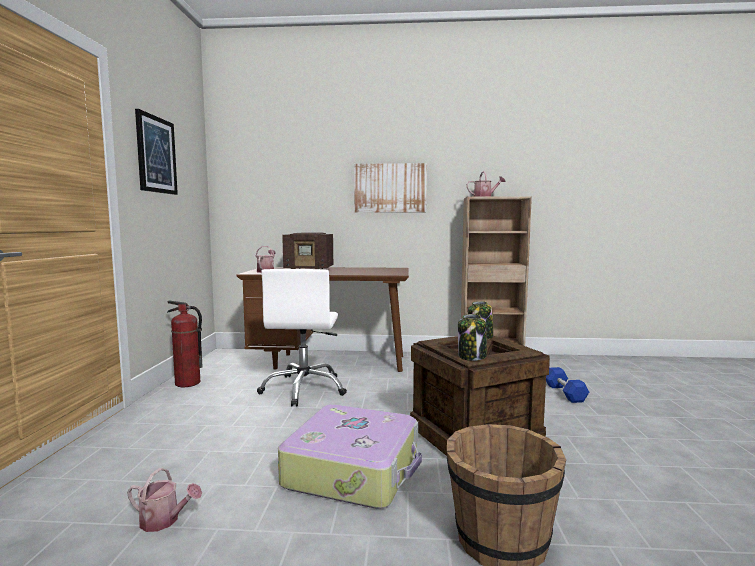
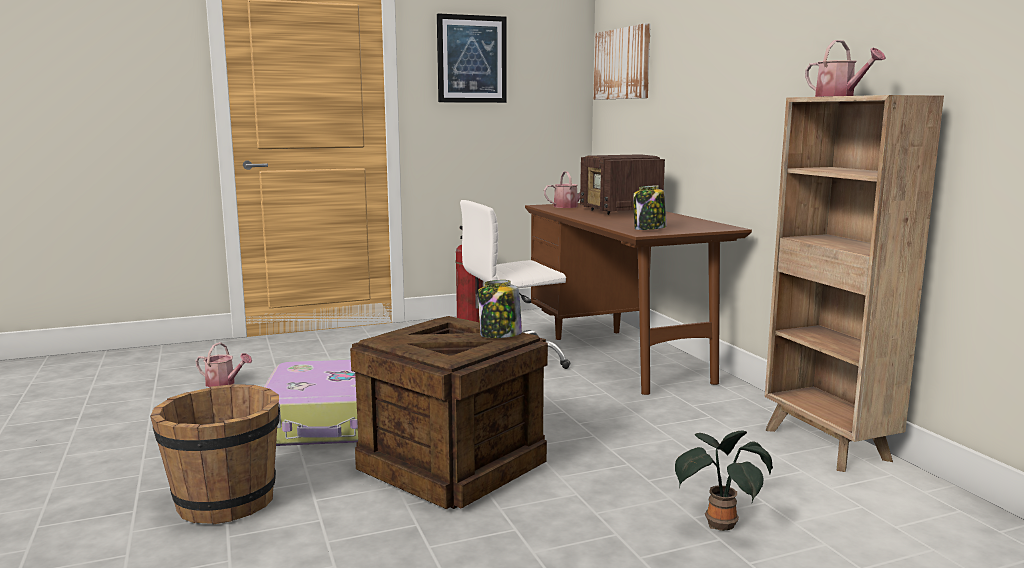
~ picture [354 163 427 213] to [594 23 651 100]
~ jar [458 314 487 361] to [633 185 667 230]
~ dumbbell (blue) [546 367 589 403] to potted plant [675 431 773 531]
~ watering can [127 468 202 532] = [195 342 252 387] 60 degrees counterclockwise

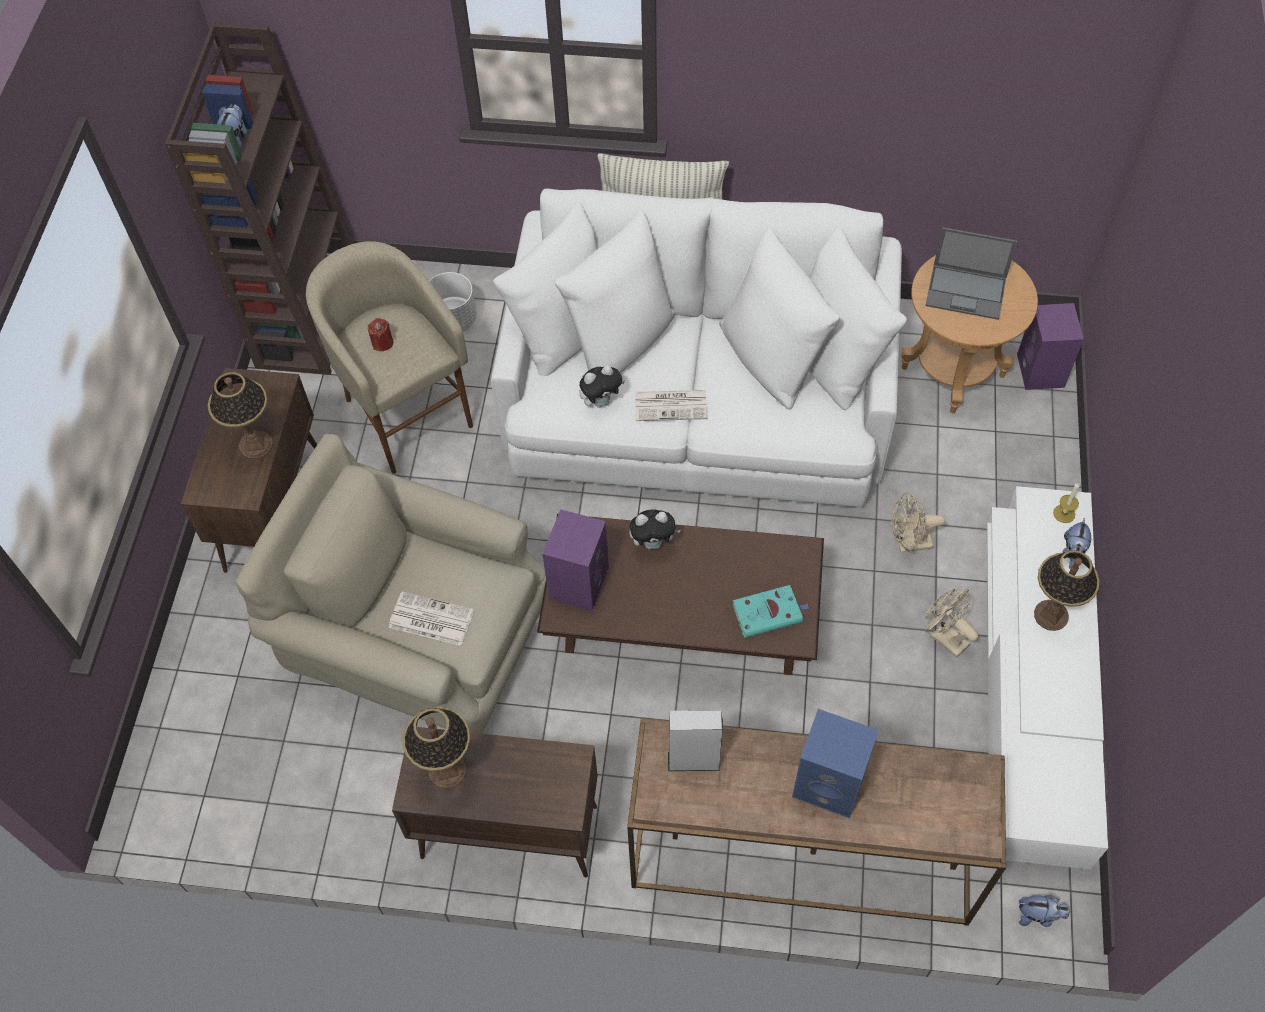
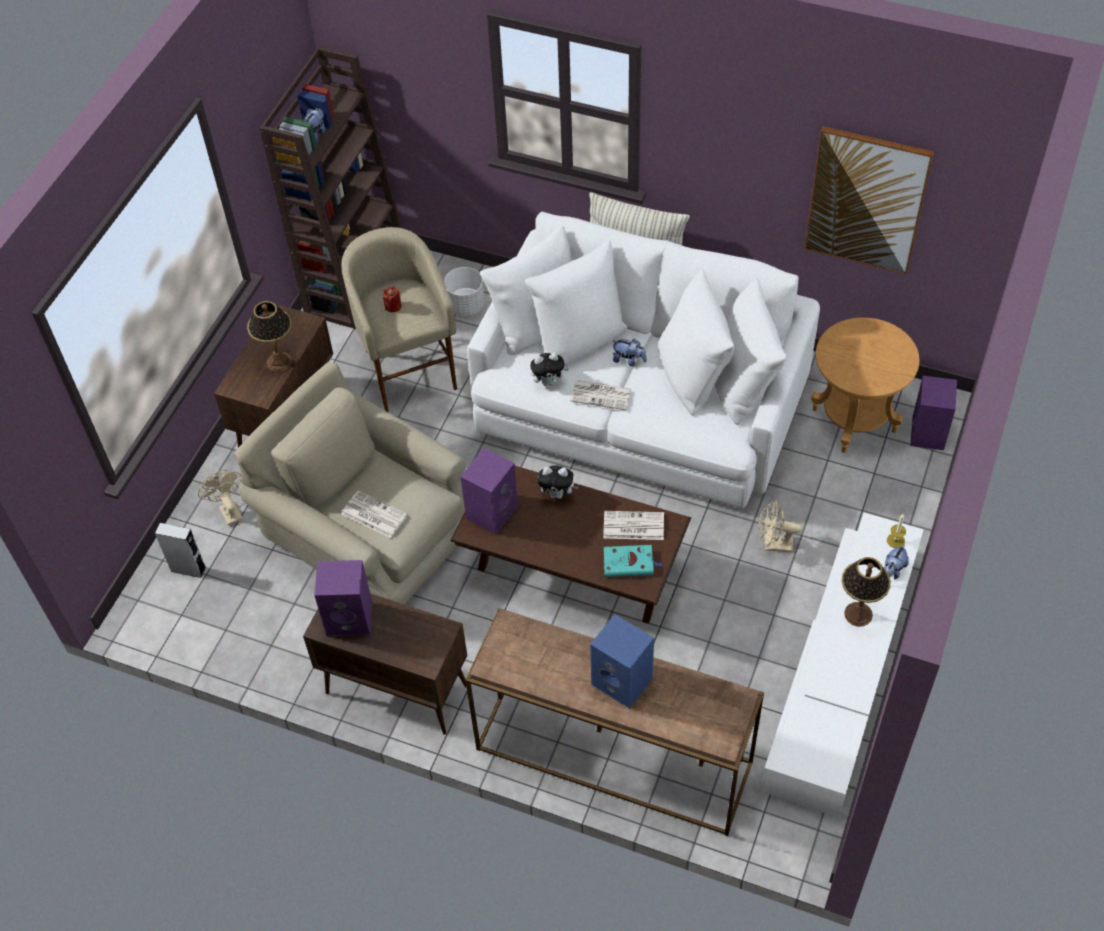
- laptop [925 227 1018 320]
~ fan (beige) [925 589 978 658] to [198 470 243 526]
~ table lamp [402 707 470 788] to speaker (purple) [314 560 372 636]
~ speaker (grey) [668 710 723 771] to [155 523 206 578]
~ plush toy [1019 895 1070 927] to [613 339 647 366]
+ picture [804 126 934 274]
+ newspaper [603 511 664 540]

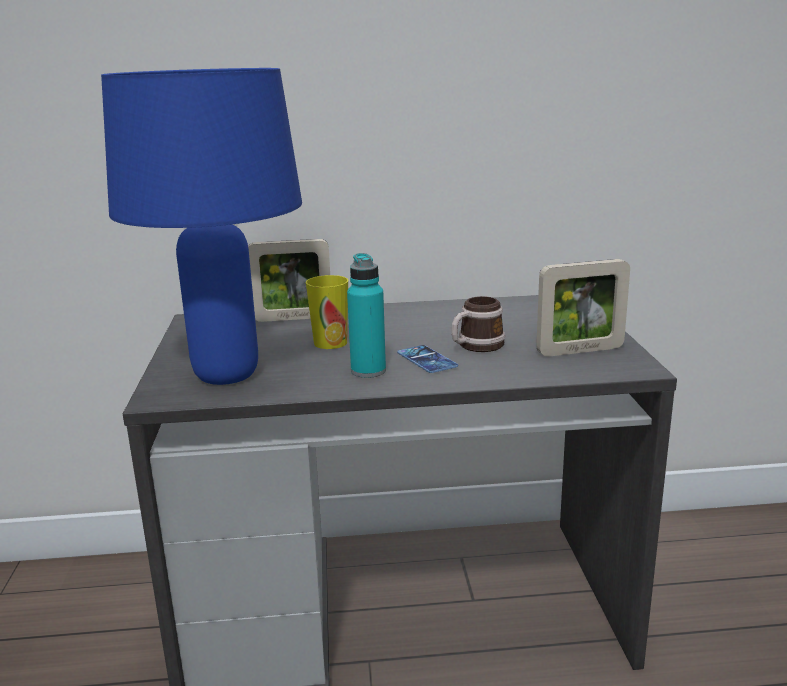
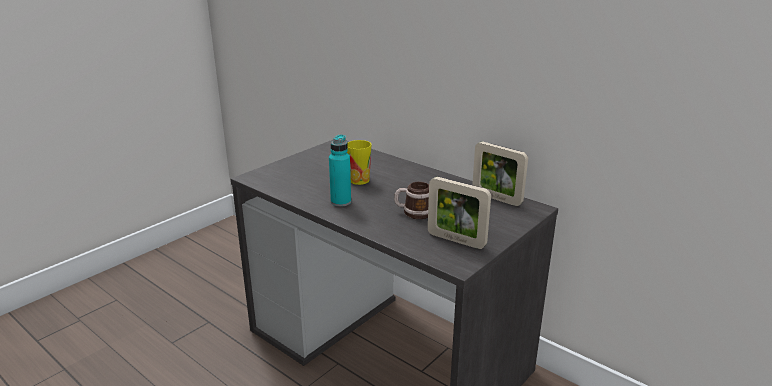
- table lamp (blue) [101 68 302 385]
~ picture frame [248 239 330 322] to [472 142 528 206]
- phone [397 345 458 373]

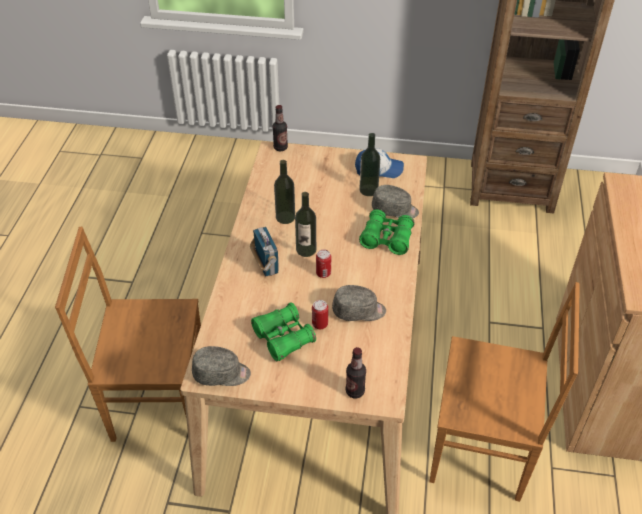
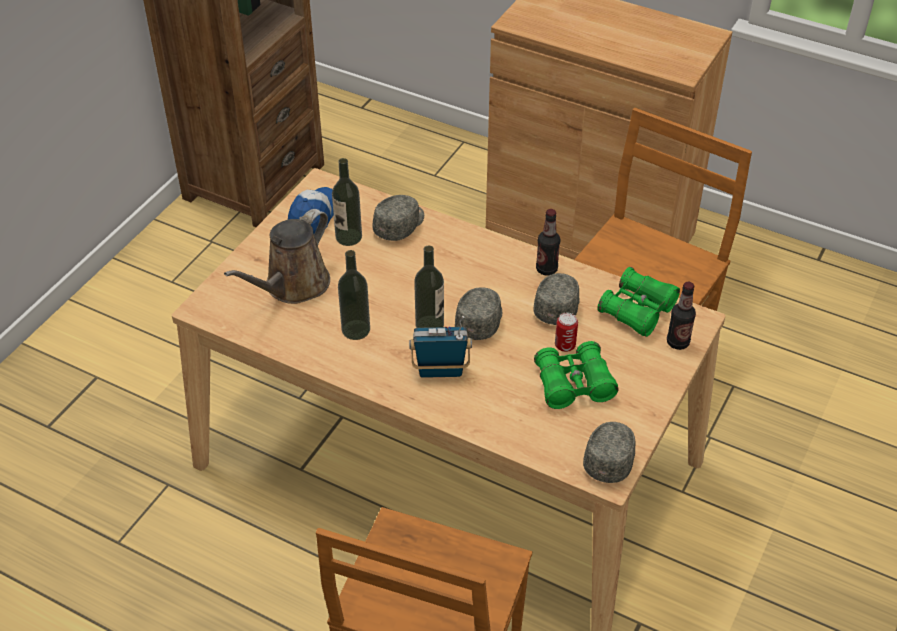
~ bottle [272 105 288 151] to [536 209 560 276]
~ binoculars (green) [359 209 415 255] to [597 267 680 337]
~ can [316 249 331 278] to cap (grey) [455 287 502 340]
+ watering can (brown) [224 209 330 304]

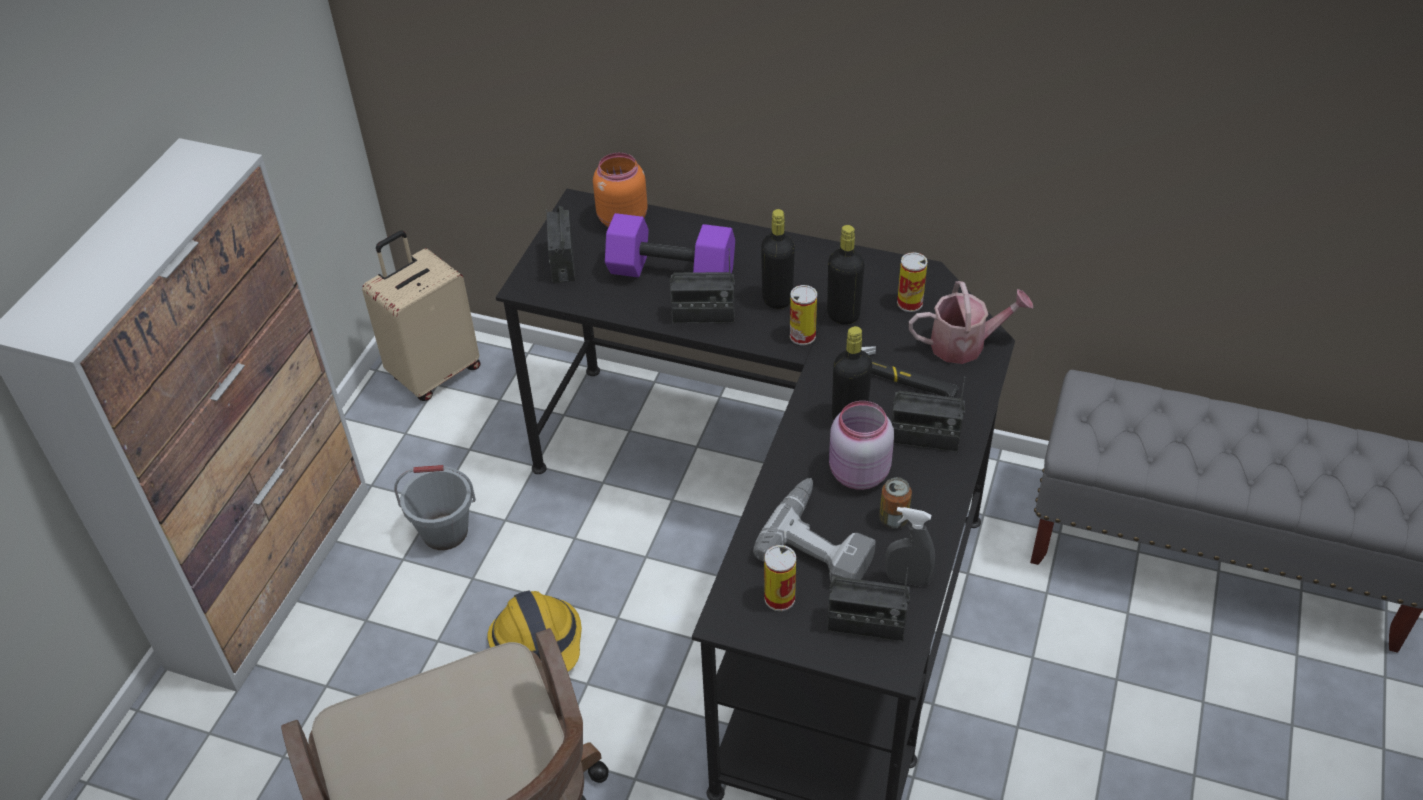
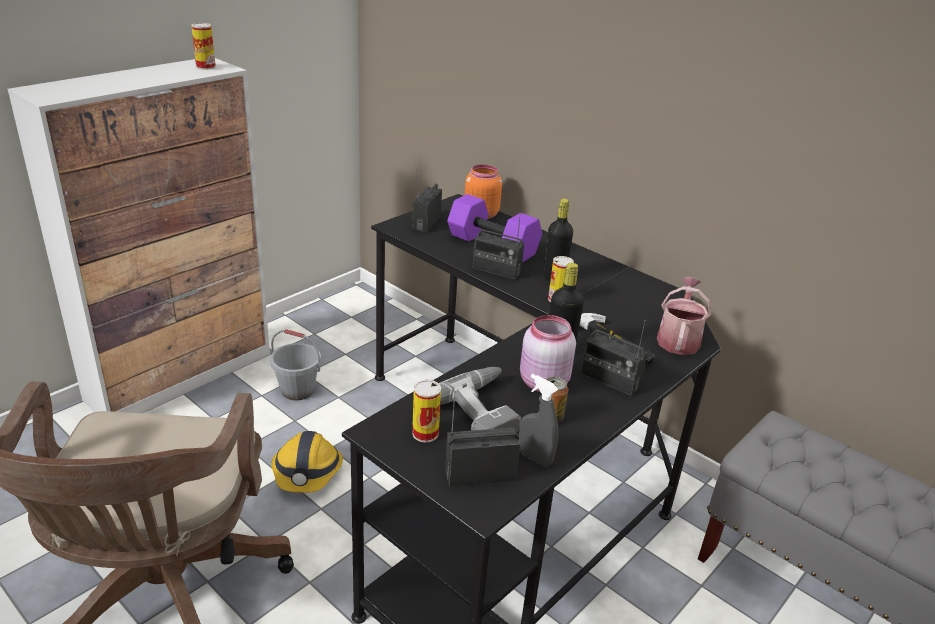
- bottle (black) [827 225 865 325]
- suitcase (beige) [362 230 481 401]
~ can [897 252 928 312] to [191 23 216 70]
~ watering can [909 281 1033 364] = [657 277 711 355] 90 degrees counterclockwise
~ radio [827 568 910 642] = [445 390 520 486] 135 degrees clockwise

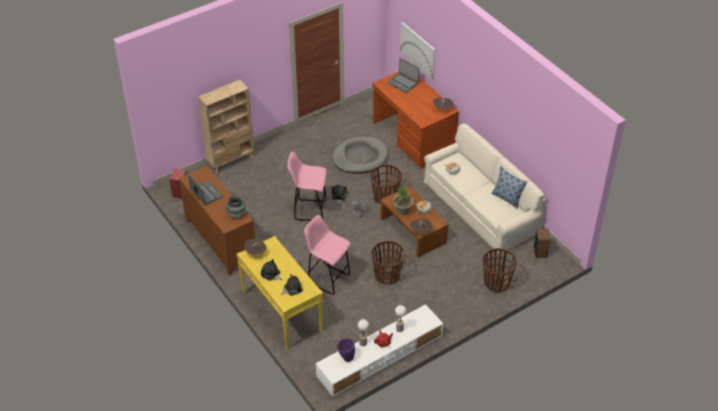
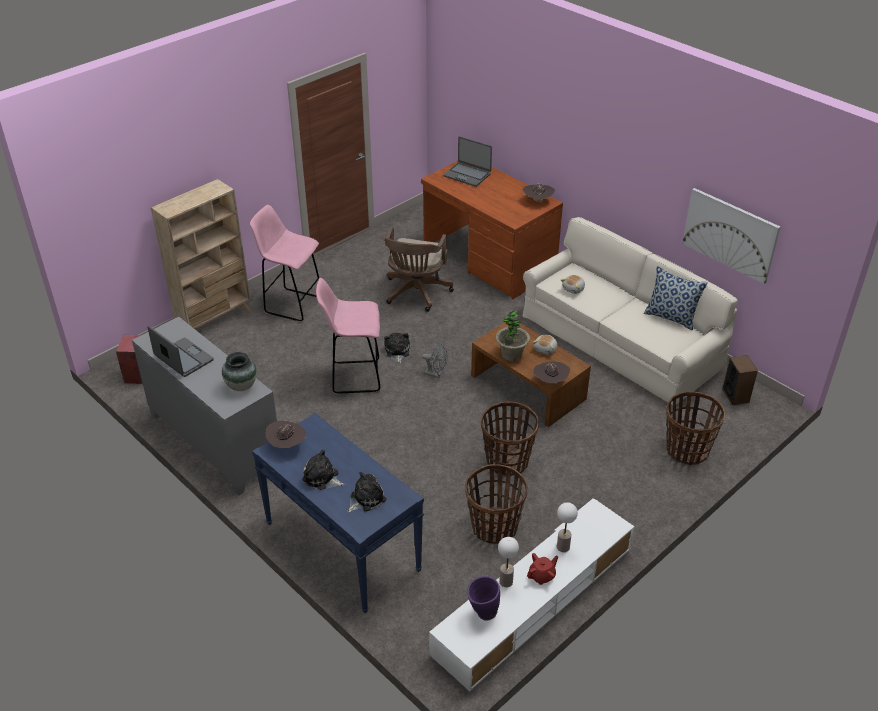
~ picture [400 22 435 79] to [682 188 780 284]
~ dog bed (grey) [332 136 388 174] to office chair (brown) [385 227 454 312]
~ basket [370 164 402 204] to [465 464 528 544]
~ cabinet (brown) [179 166 255 275] to cabinet (grey) [132 317 277 496]
~ stool (pink) [304 215 351 295] to [250 205 319 323]
~ console table (yellow) [237 236 323 350] to console table (blue) [252 413 424 613]

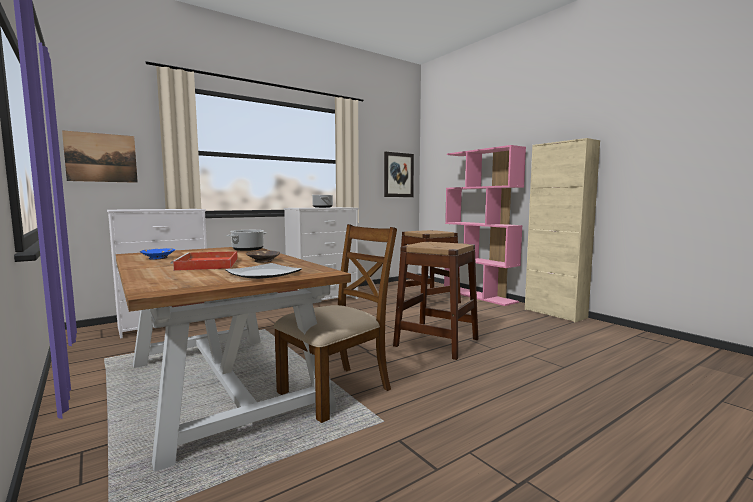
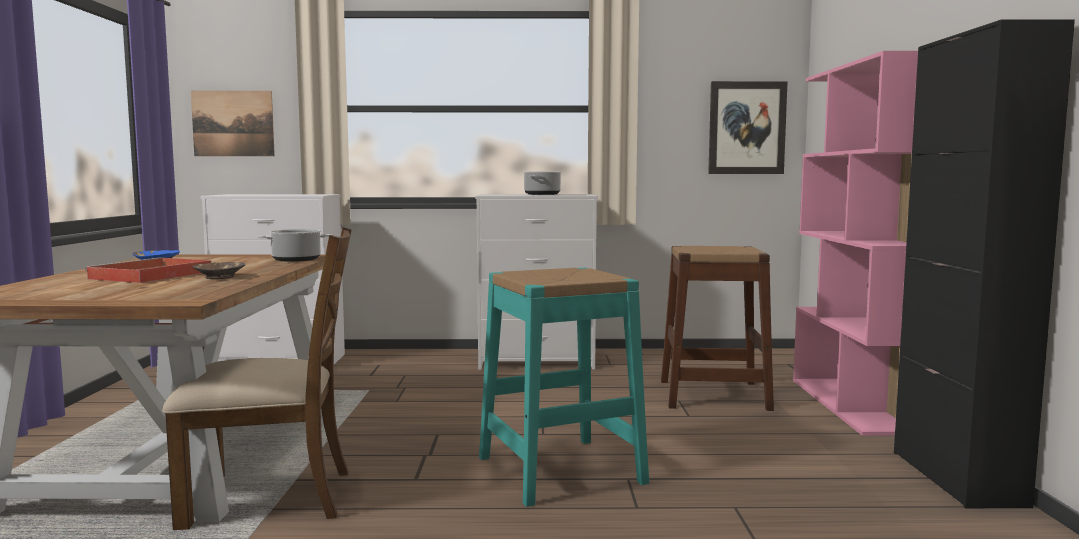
~ cabinet (beige) [525 138 600 322] to cabinet (black) [894 19 1075 508]
~ stool (brown) [393 242 478 360] to stool (turquoise) [479 268 649 507]
- plate [225 263 302 279]

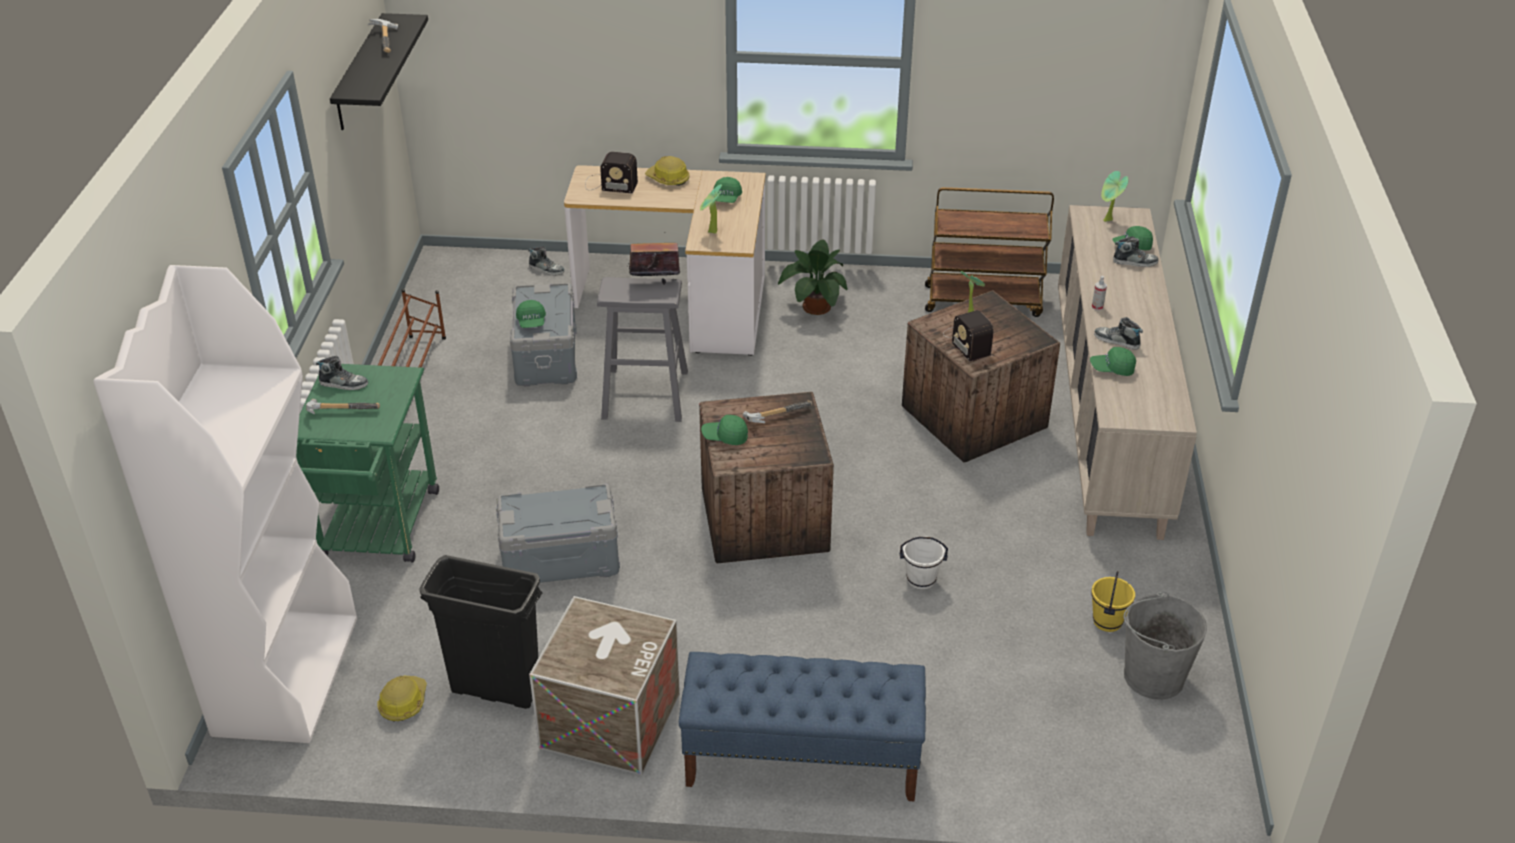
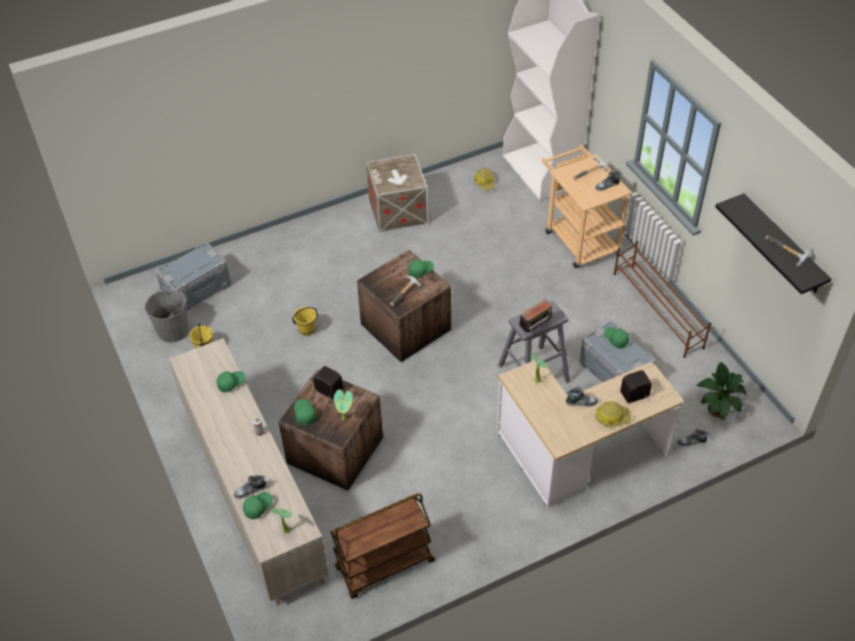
~ cap (green) [714 177 742 203] to [294 399 317 426]
~ potted plant [778 239 847 315] to [696 362 747 420]
~ shoe [1094 317 1143 350] to [566 387 598 407]
~ cart (green) [296 364 439 562] to cart (beige) [542 145 632 268]
~ storage box (grey) [496 483 620 583] to [156 242 231 311]
~ bucket (white) [900 536 948 590] to bucket (yellow) [292 307 318 336]
- trash can (black) [419 555 542 709]
- bench (blue) [678 652 926 801]

